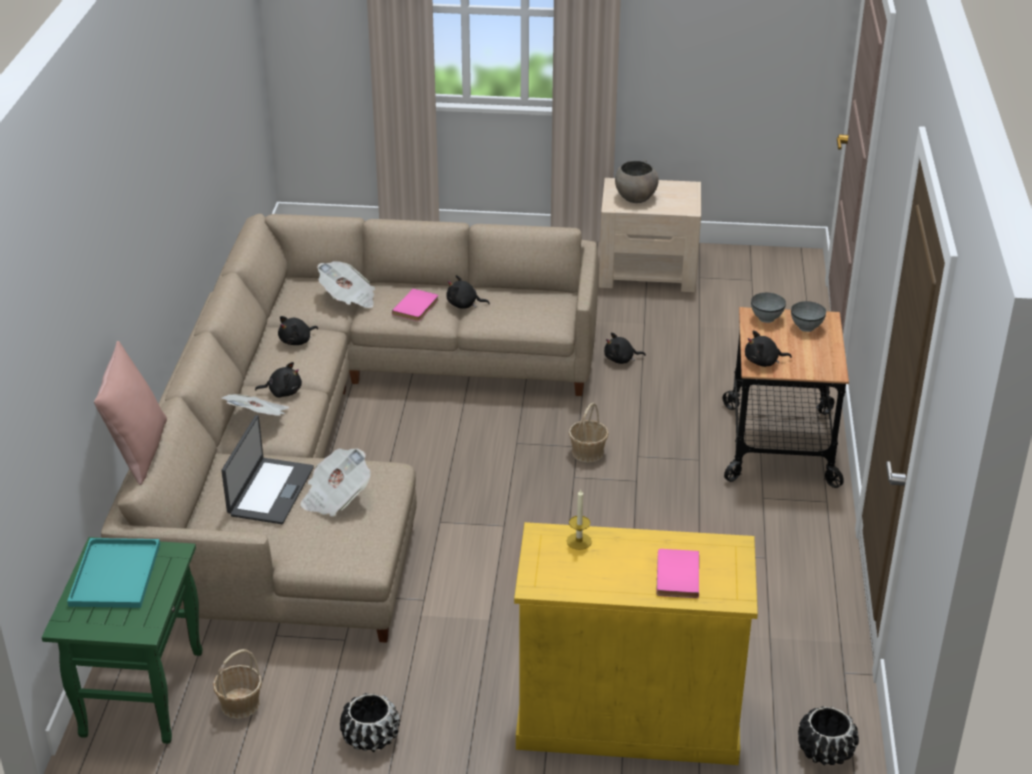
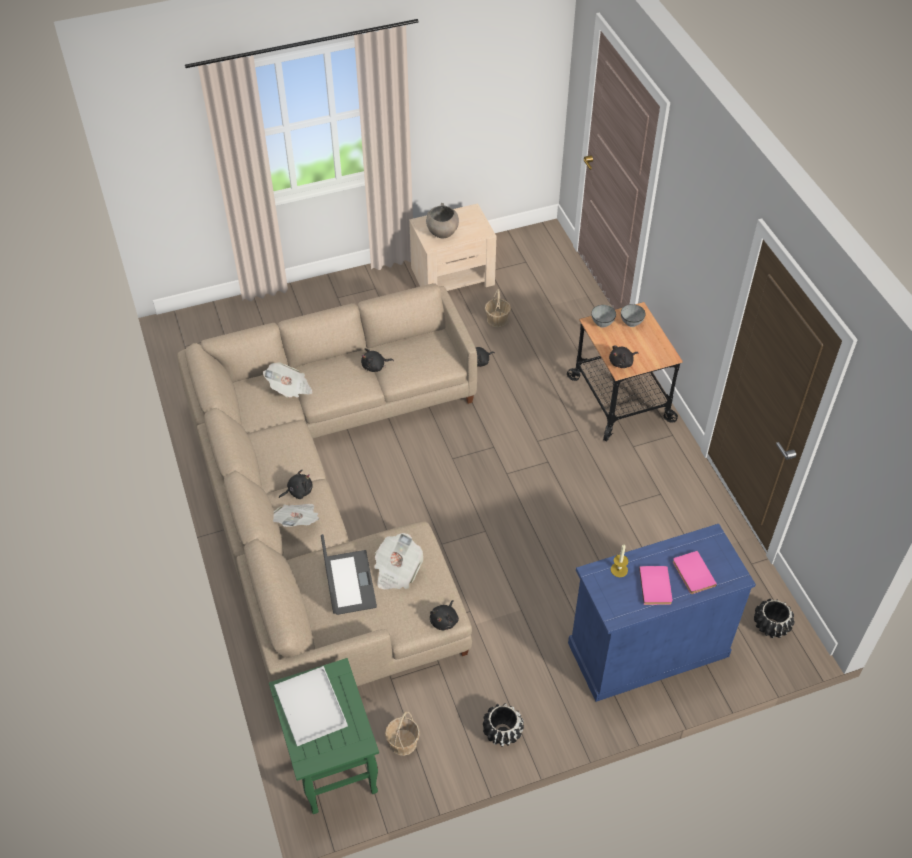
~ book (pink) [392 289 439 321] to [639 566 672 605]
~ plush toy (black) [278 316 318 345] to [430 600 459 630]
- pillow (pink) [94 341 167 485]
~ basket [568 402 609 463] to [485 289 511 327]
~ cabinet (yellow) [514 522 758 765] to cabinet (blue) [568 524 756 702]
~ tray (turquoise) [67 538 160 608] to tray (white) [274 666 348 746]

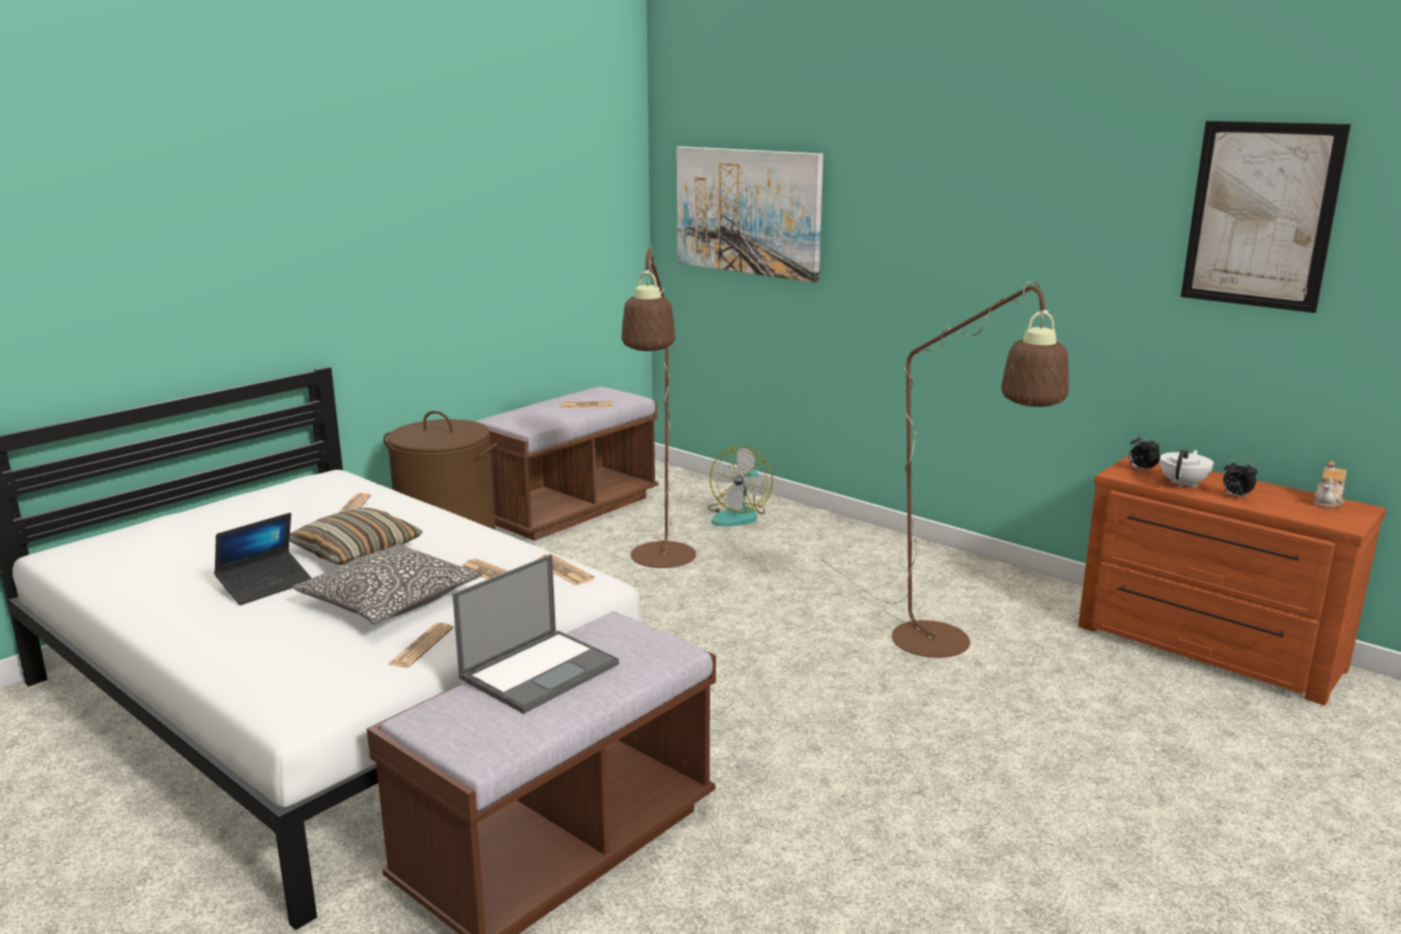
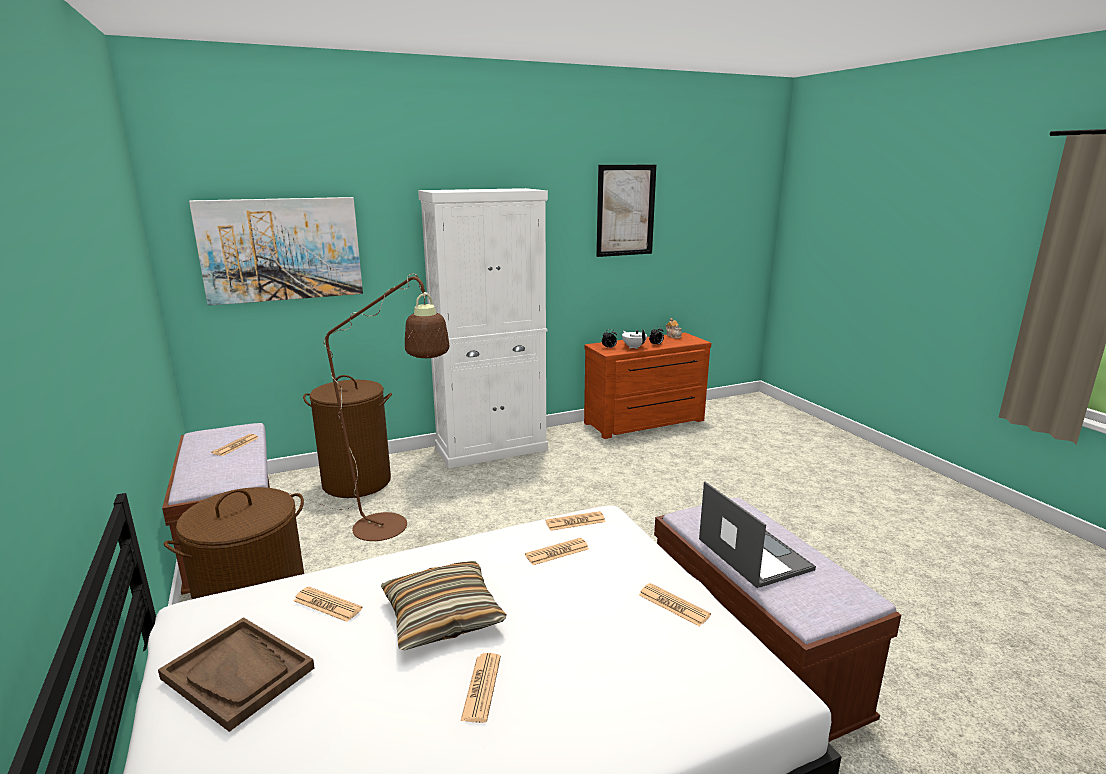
- floor lamp (brown) [821 281 1069 658]
~ fan [708 445 773 526] to laundry basket (brown) [303 375 392 498]
~ laptop [214 513 312 605] to newspaper [461 653 501 723]
- pillow [293 544 482 624]
+ cabinet (white) [418 188 548 469]
+ tray (brown) [158 617 315 732]

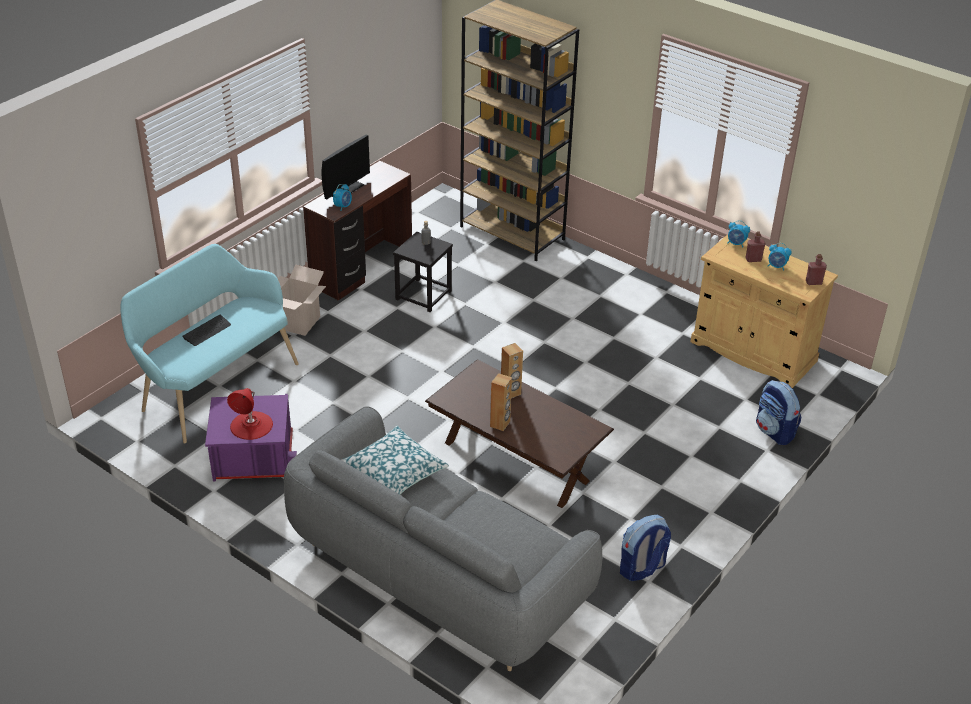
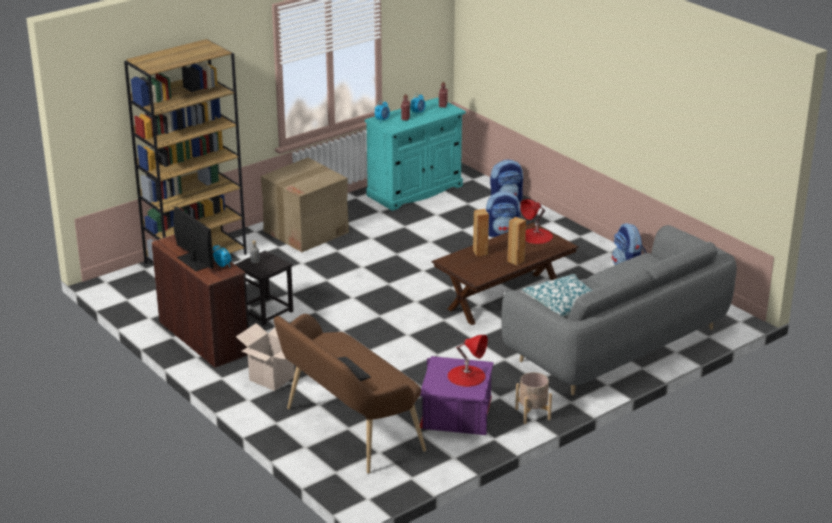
~ cabinet (beige) [691 234 838 388] to cabinet (turquoise) [365 97 466 211]
~ bench (turquoise) [120 244 299 444] to bench (brown) [274 314 426 474]
+ cardboard box [261 157 349 252]
+ backpack [486 191 521 237]
+ table lamp (red) [520 199 553 244]
+ planter (beige) [515 372 552 424]

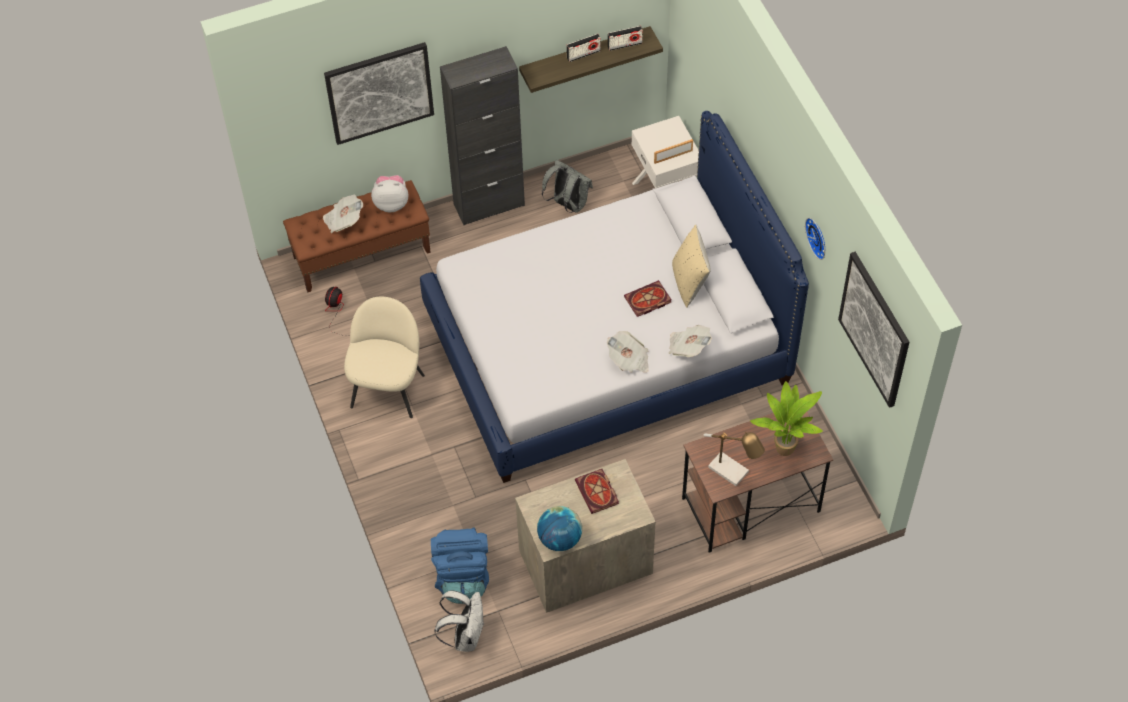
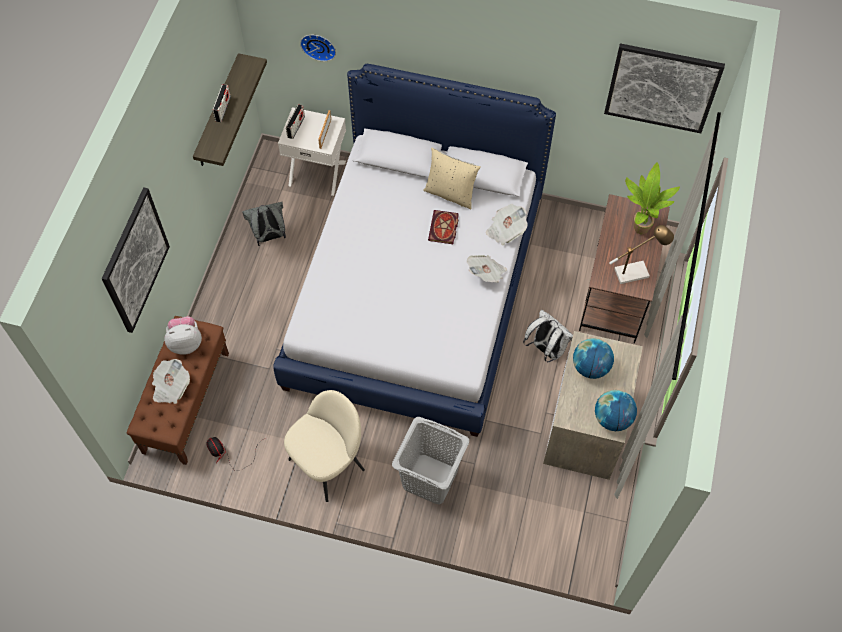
~ radio [608 26 643 51] to [286 104 305 139]
- cabinet (black) [440 46 525 225]
~ plush toy [371 175 408 212] = [164 316 202 355] 45 degrees clockwise
~ wall clock [805 218 825 260] to [300 35 336 62]
~ chair (beige) [344 297 425 418] = [284 390 365 502] 90 degrees clockwise
~ book [575 469 619 514] to globe [573 338 614 379]
- backpack (blue) [431 527 489 604]
~ backpack (white) [434 590 483 652] to [523 310 573 362]
+ laundry basket (grey) [392 417 469 504]

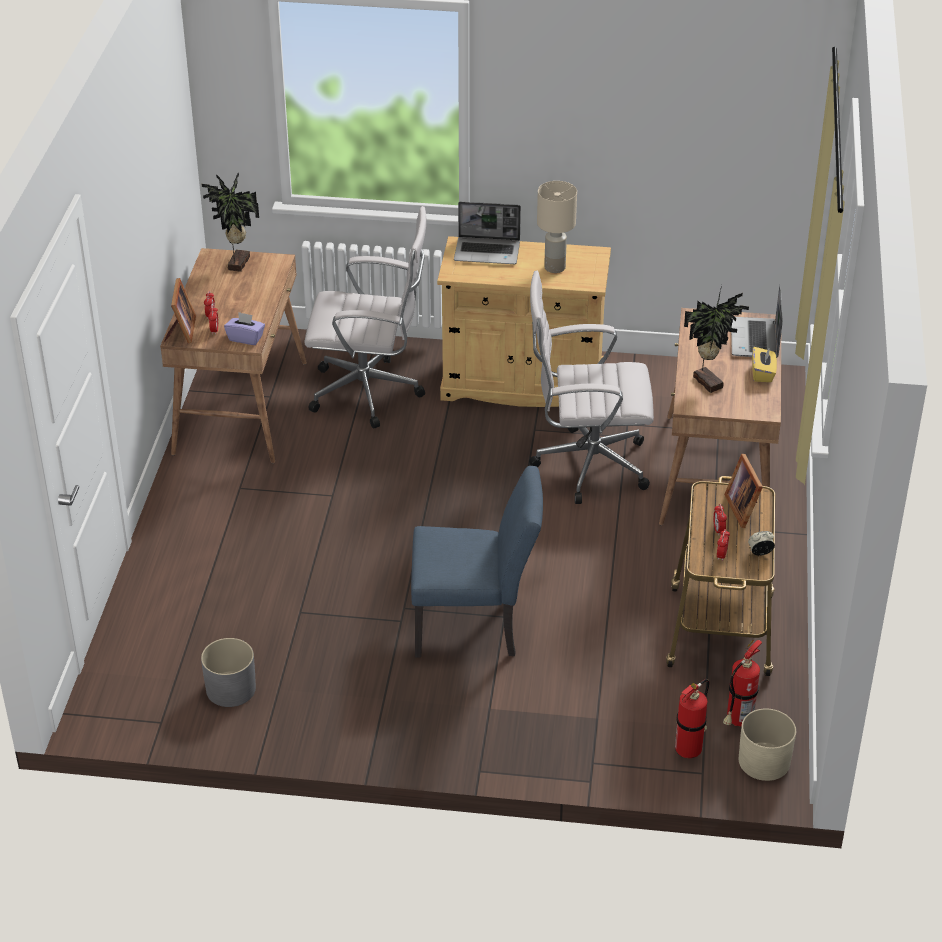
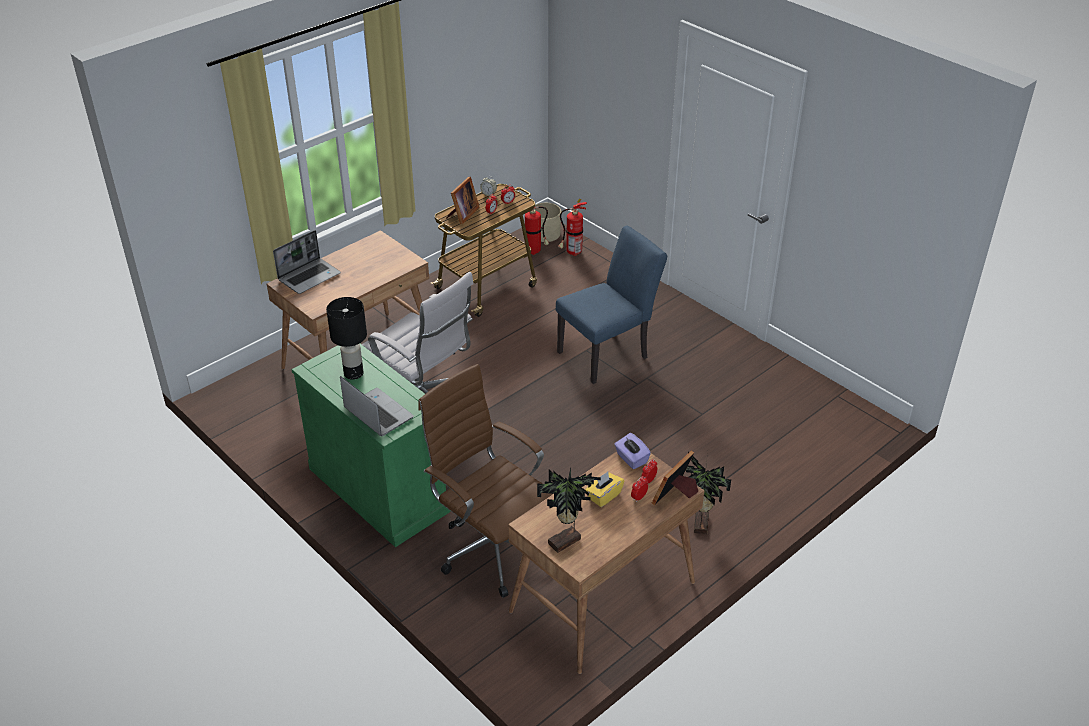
~ table lamp (beige) [537 181 577 273] to table lamp (black) [326 297 367 380]
~ office chair (white) [304 206 427 428] to office chair (brown) [418 364 553 598]
~ cabinet (beige) [437 236 611 407] to cabinet (green) [291 344 451 547]
~ potted plant [684 285 749 393] to [686 451 731 534]
~ tissue box (yellow) [752 347 777 382] to [585 472 624 507]
~ chair (blue) [411 466 543 658] = [556 225 667 384] 105 degrees clockwise
- planter (grey) [201 638 256 707]

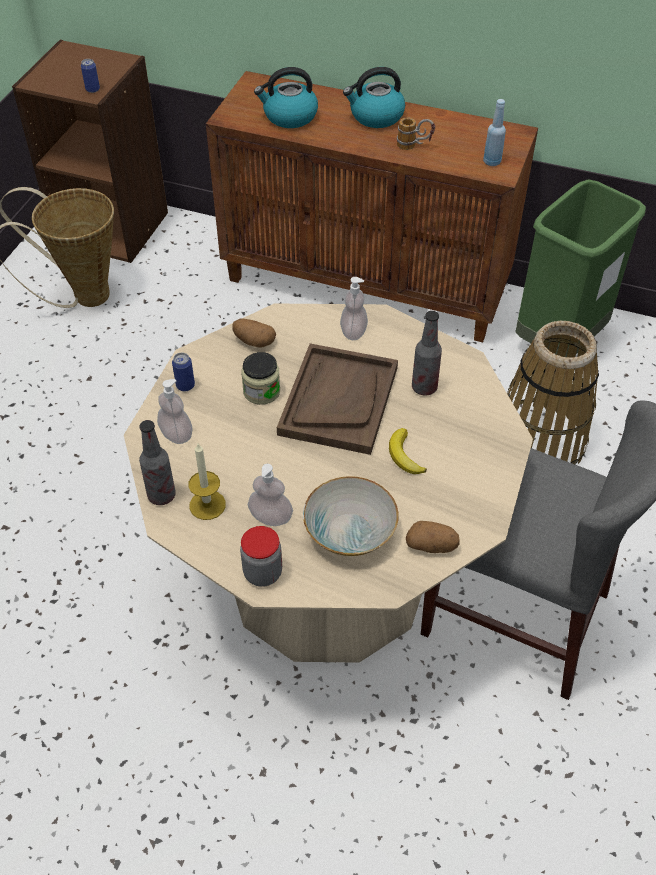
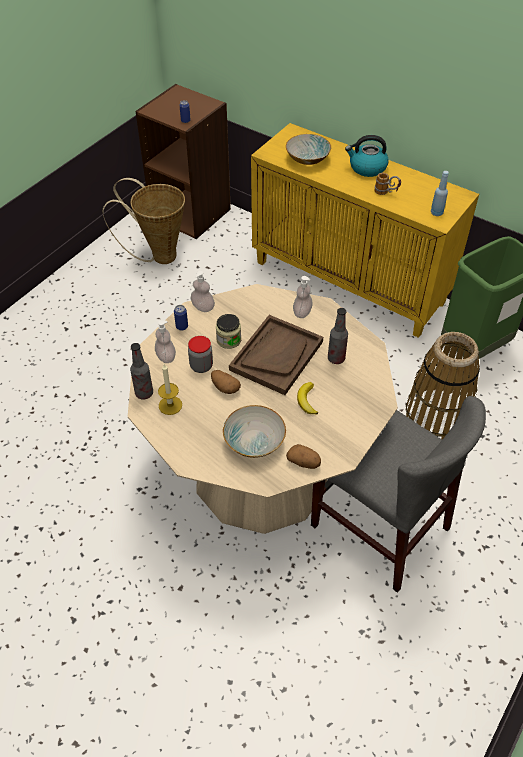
~ kettle [254 67 318 128] to bowl [286 134 331 165]
~ cabinet (brown) [206 71 538 342] to cabinet (yellow) [251 123 479 338]
~ potato [232 318 276 348] to [211 370 241 394]
~ soap dispenser [248 464 293 526] to [191 271 215 312]
~ jar [240 526 282 587] to [188 336 213 373]

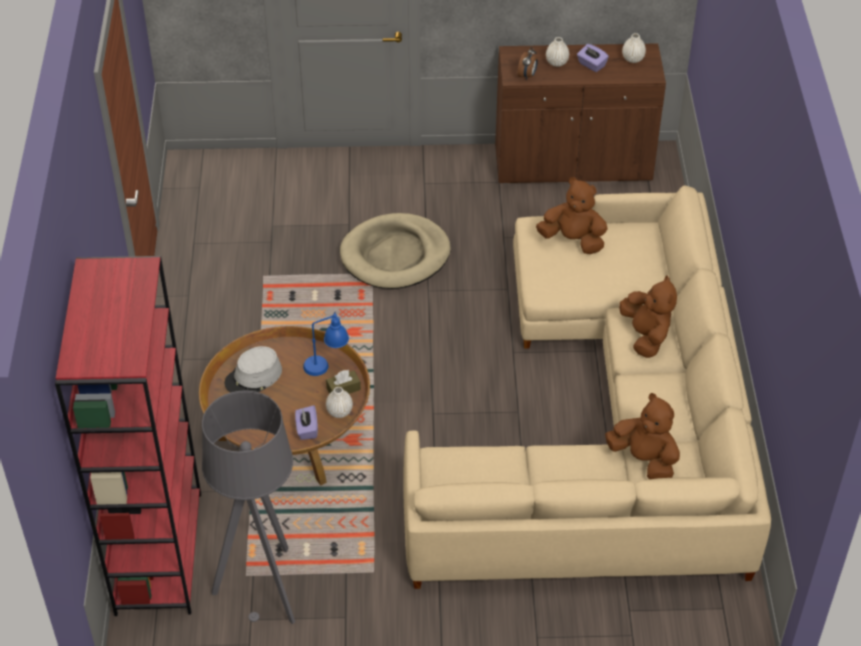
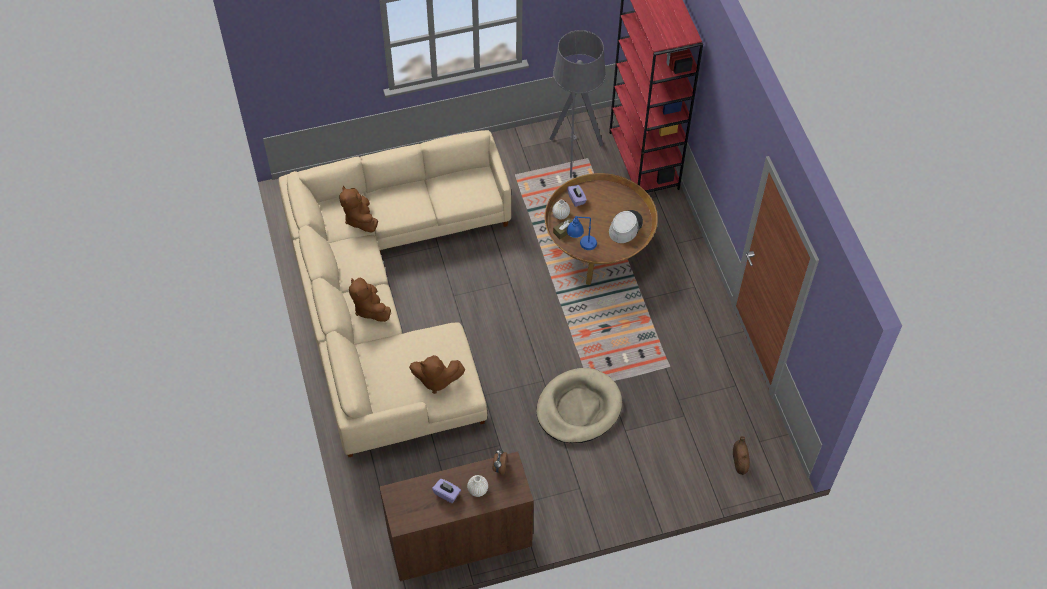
- vase (white) [622 33 646 63]
~ plush toy (brown) [605 393 680 479] = [339 186 378 233] 45 degrees clockwise
+ vase (brown) [733 436 750 475]

